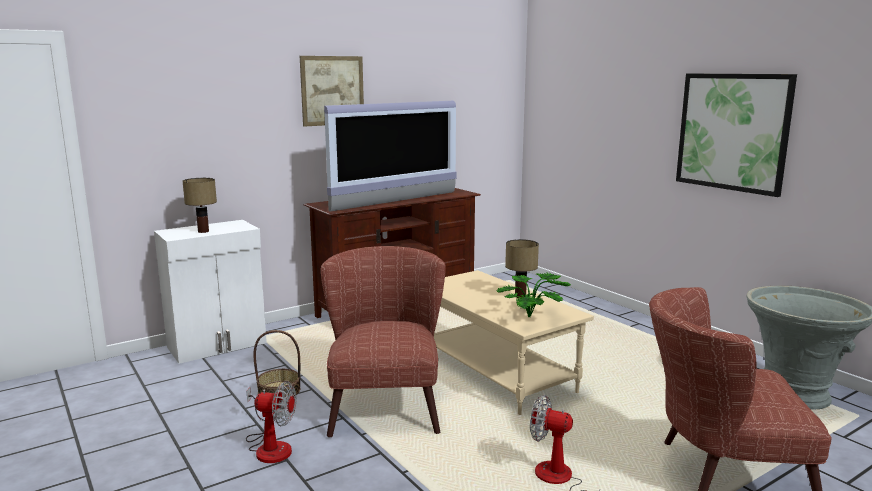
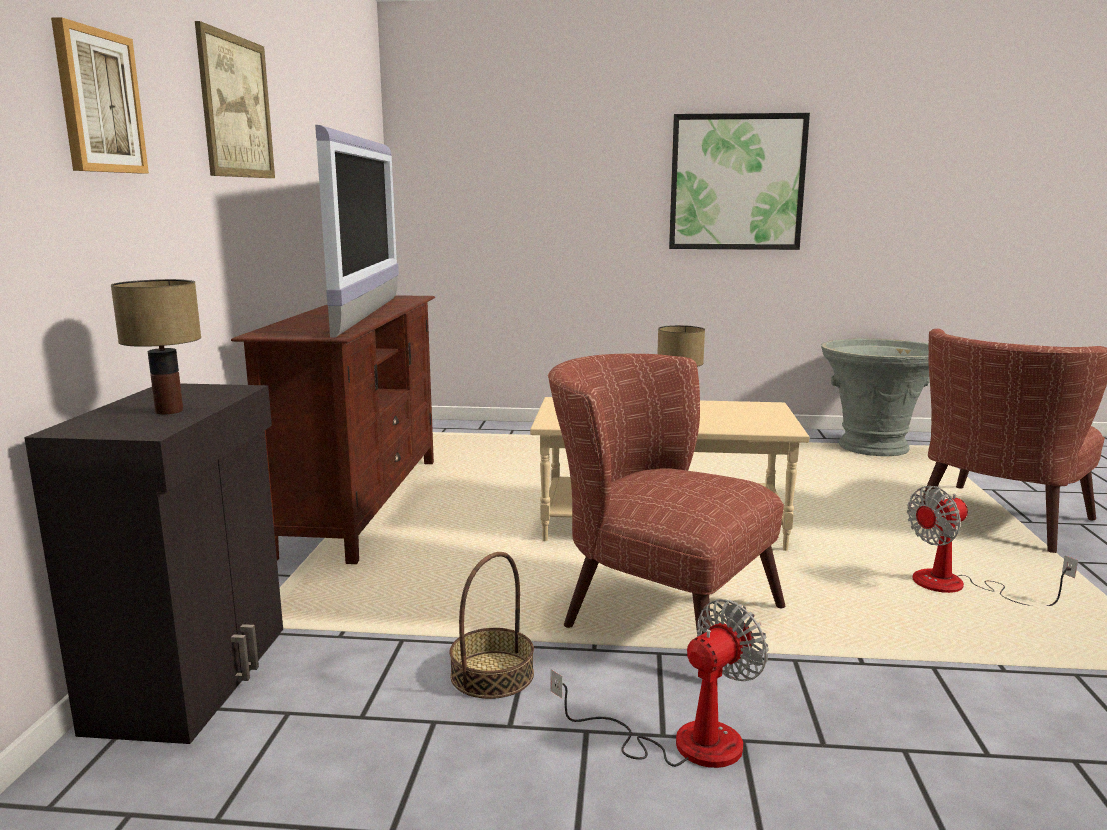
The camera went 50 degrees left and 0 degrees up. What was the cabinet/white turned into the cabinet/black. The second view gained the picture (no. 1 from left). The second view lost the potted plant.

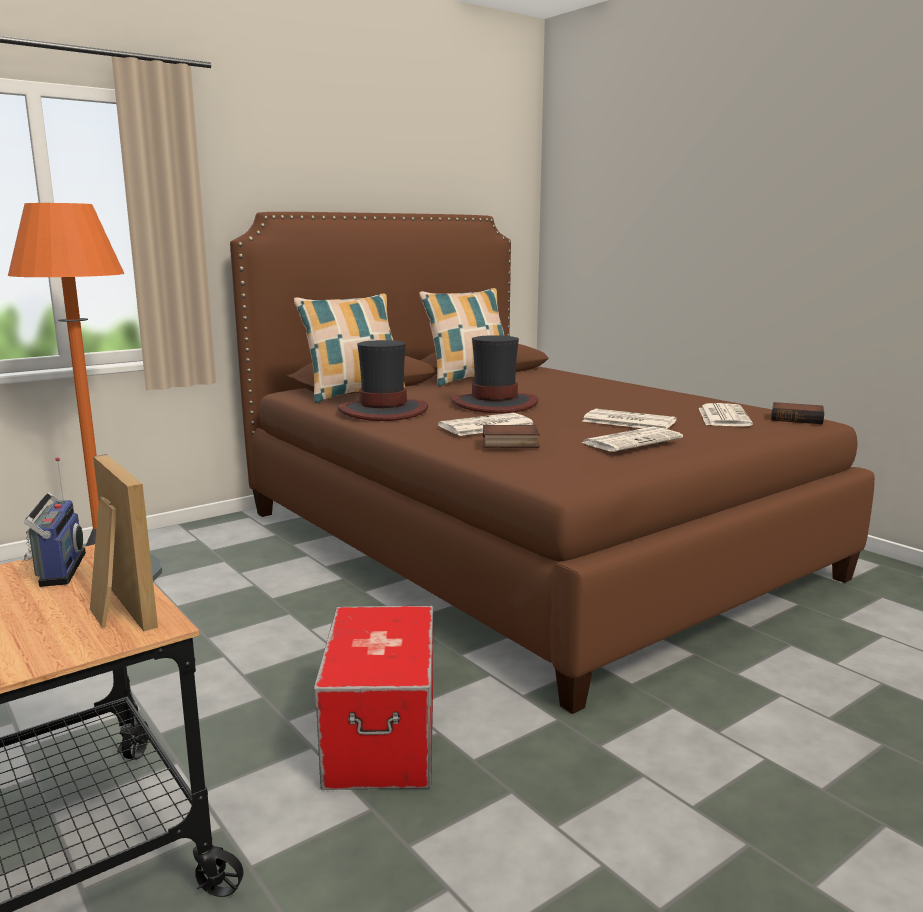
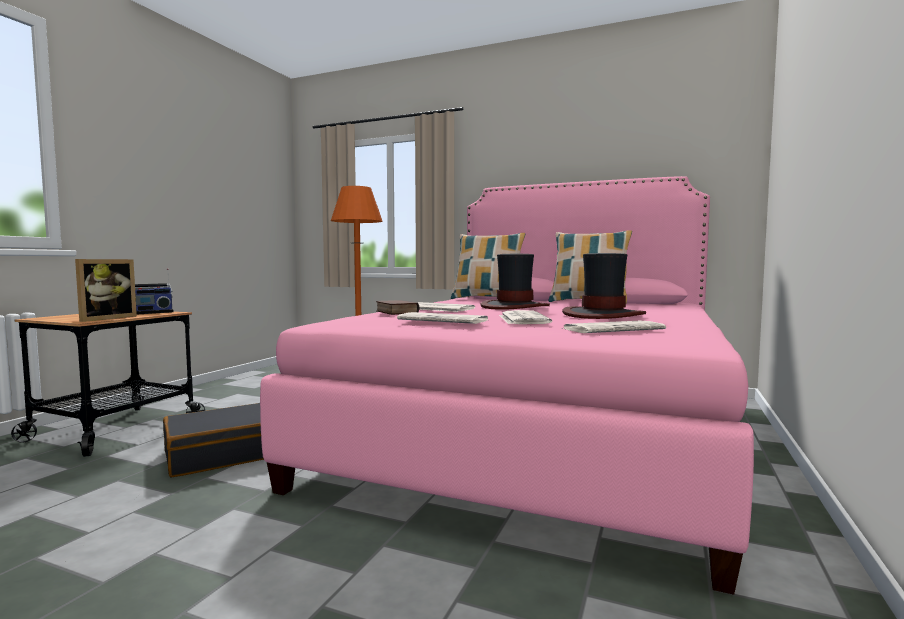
The camera went 60 degrees right and 10 degrees down. Where the storage box stood, the suitcase/black came to stand. What was the bed/brown turned into the bed/pink. The hat (no. 1 from left in the first image) ended up elsewhere. The second view lost the book (no. 2 from left).

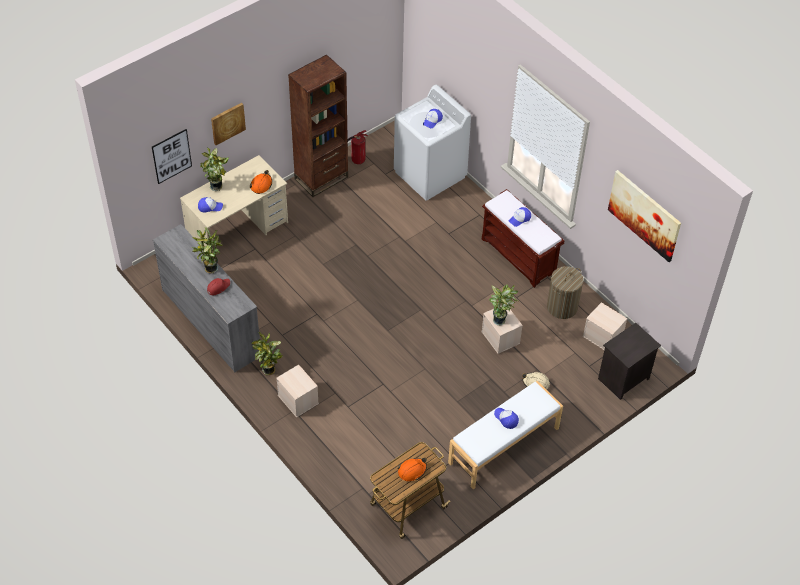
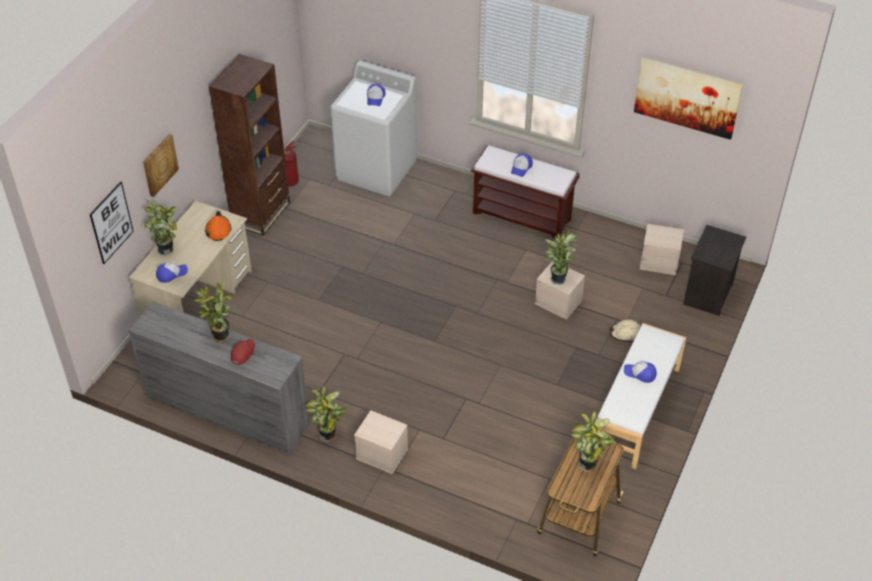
The camera went 25 degrees left and 5 degrees down. Where the hard hat/orange (no. 2 from left) stood, the potted plant (no. 5 from left) came to stand. The second view lost the laundry basket.

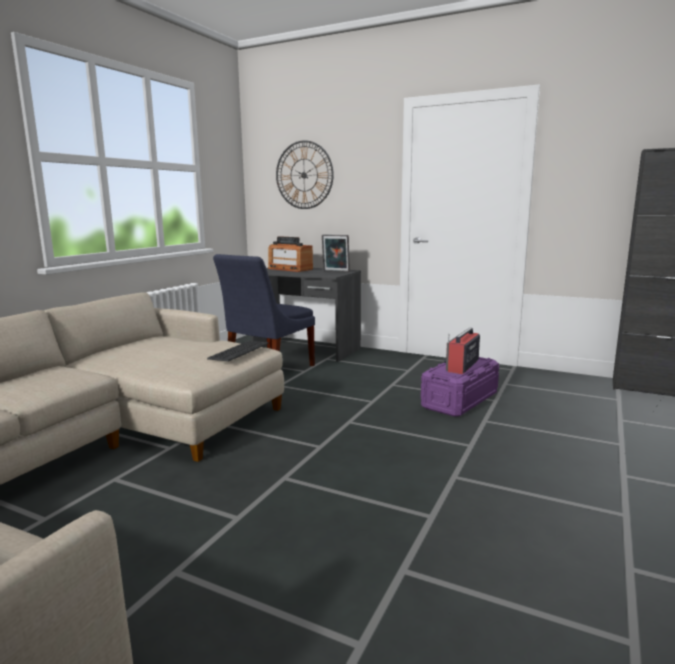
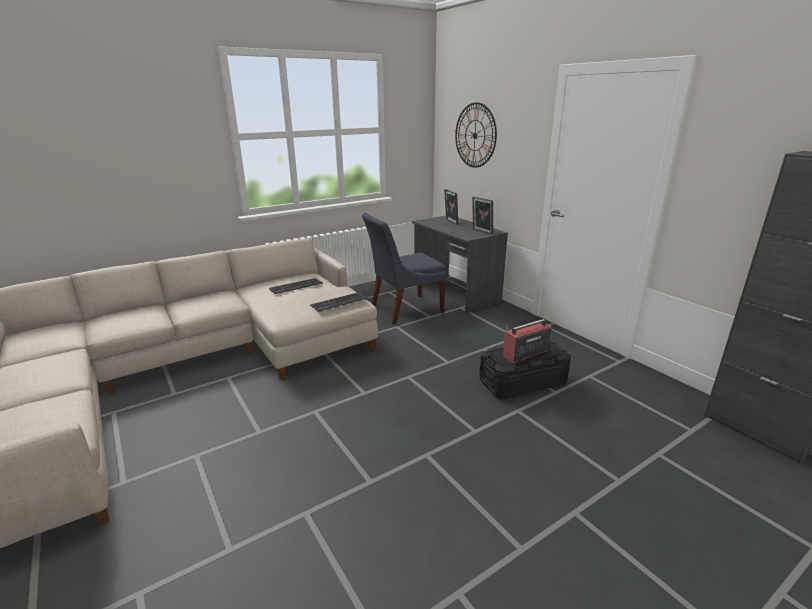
The camera went 30 degrees right and 10 degrees up. The second view gained the keyboard (no. 1 from left). Where the radio (no. 1 from left) stood, the picture frame (no. 1 from left) came to stand. What was the storage box/purple turned into the storage box/black.

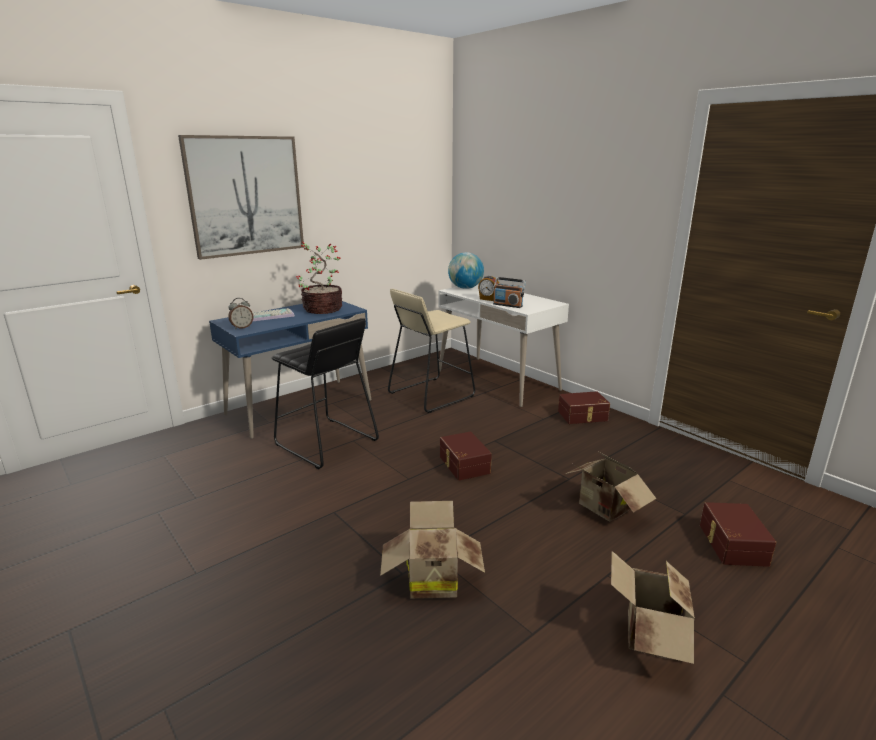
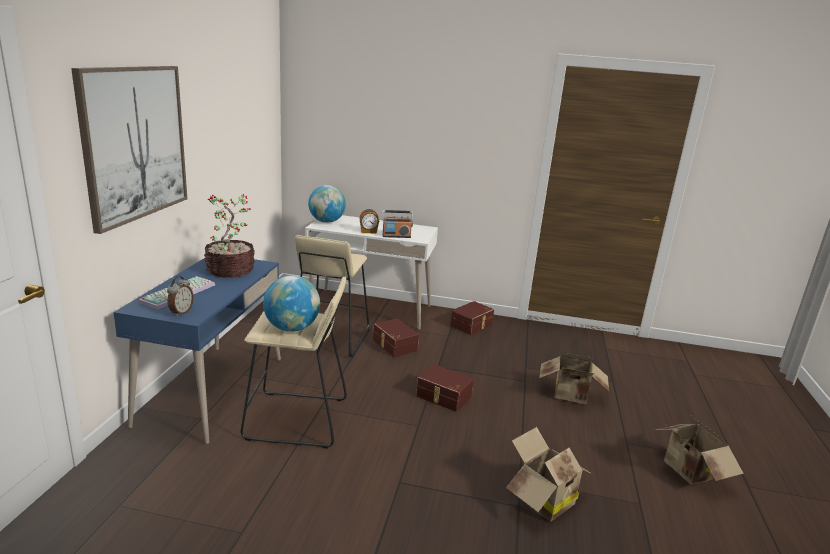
The camera went 40 degrees left and 0 degrees up. What was the stool/black turned into the stool/beige (no. 1 from left). The second view gained the globe (no. 1 from left). The storage box/brown (no. 3 from left in the first image) ended up elsewhere.

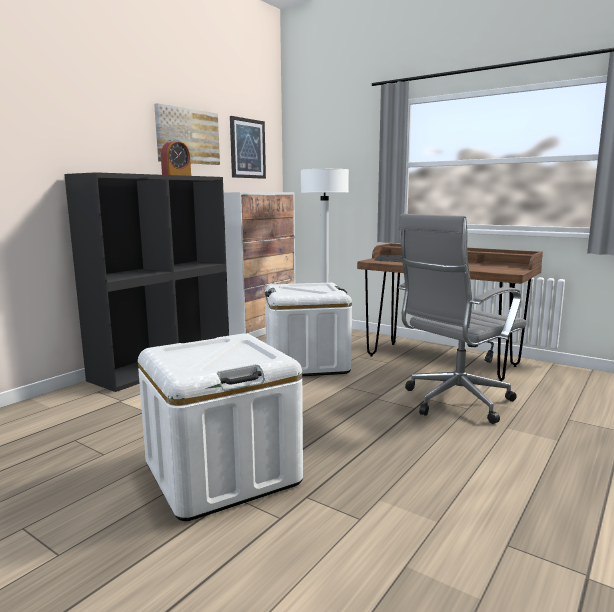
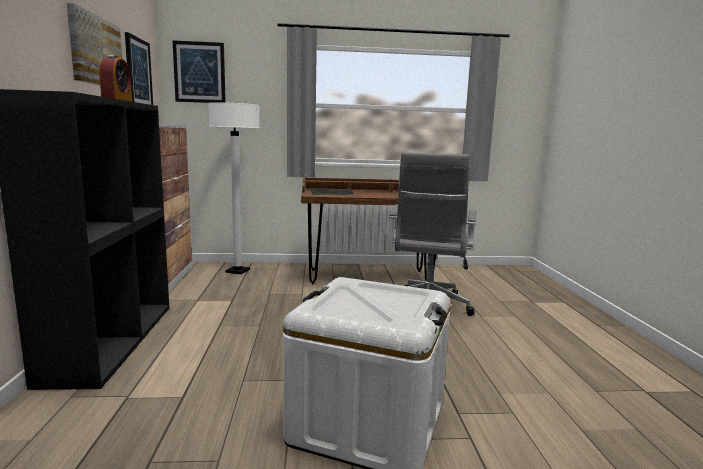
The camera went 40 degrees left and 0 degrees up. The second view gained the picture (no. 3 from left). The second view lost the storage box/white (no. 2 from left).

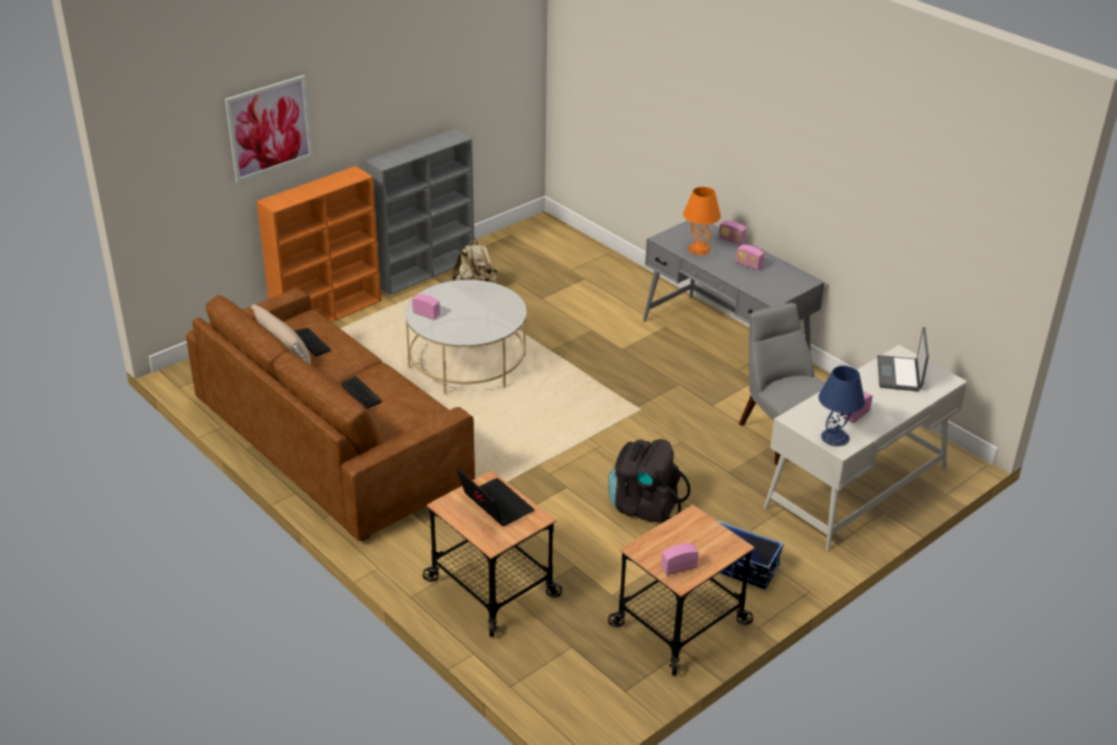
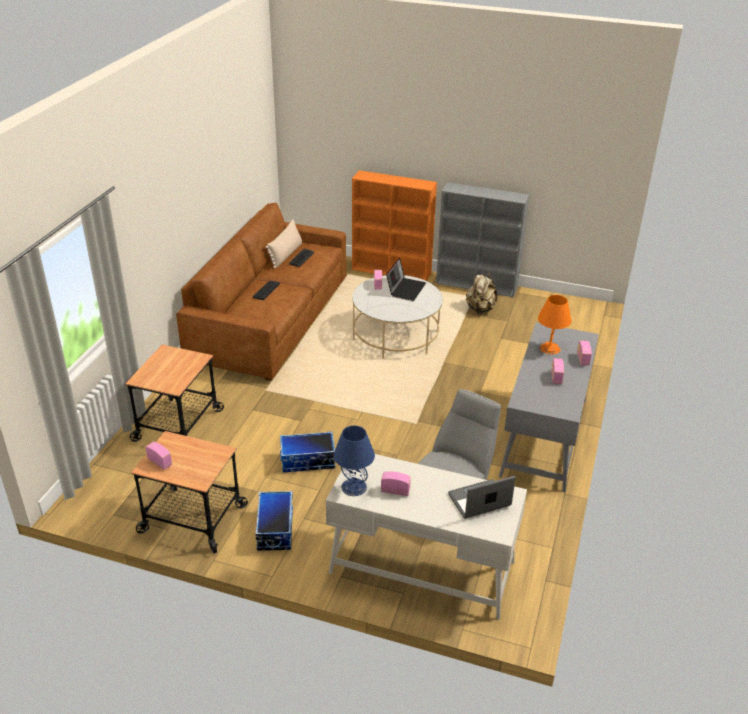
The camera went 60 degrees right and 0 degrees up. Where the backpack/black stood, the storage box (no. 2 from left) came to stand. The laptop (no. 1 from left) ended up elsewhere. The second view lost the picture.

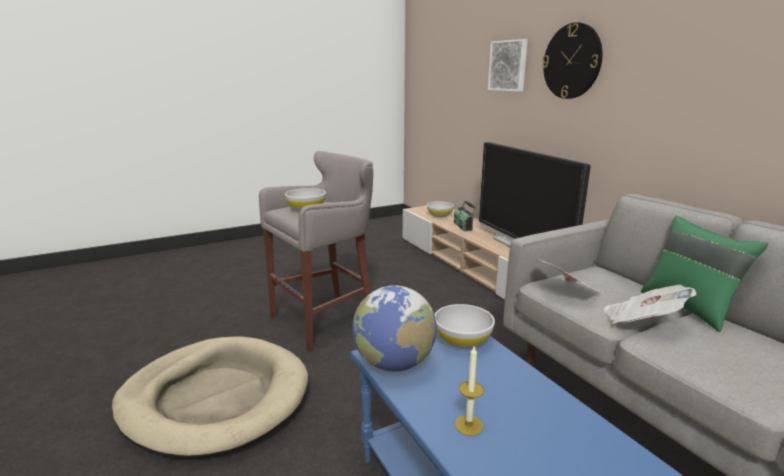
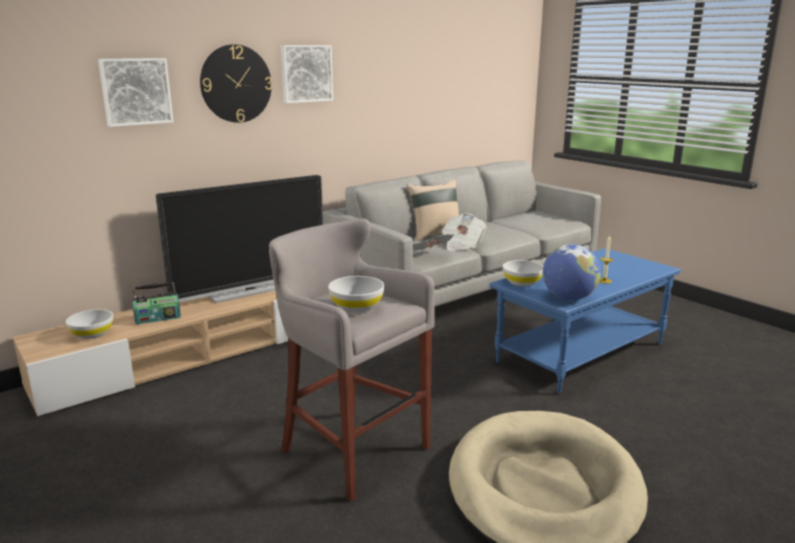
The camera went 100 degrees left and 0 degrees up. The second view gained the picture (no. 2 from left). What was the pillow/green turned into the pillow/beige.

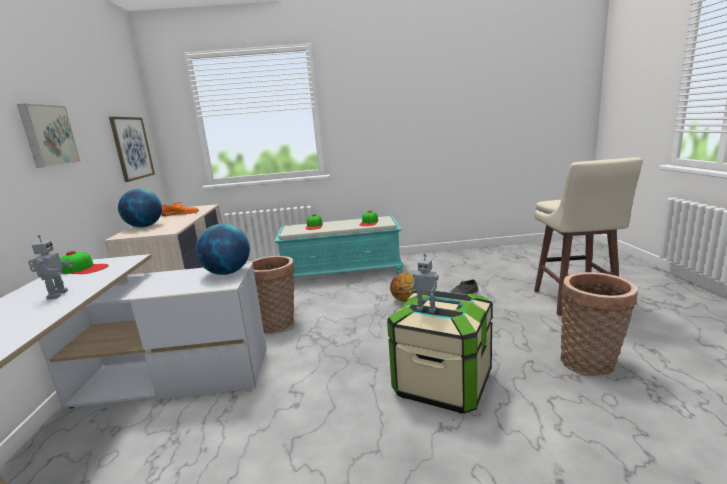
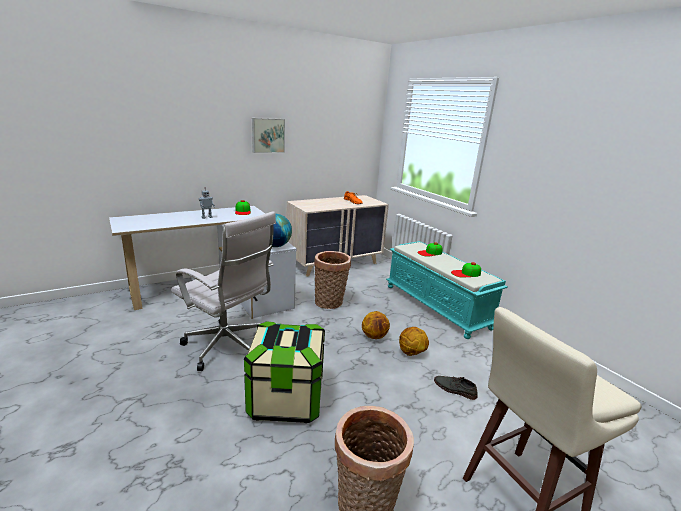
The camera went 60 degrees right and 5 degrees up. The second view gained the office chair/white. The second view gained the basketball (no. 1 from left). The second view lost the picture (no. 2 from left). The second view lost the globe (no. 1 from left). The second view lost the toy robot (no. 2 from left).

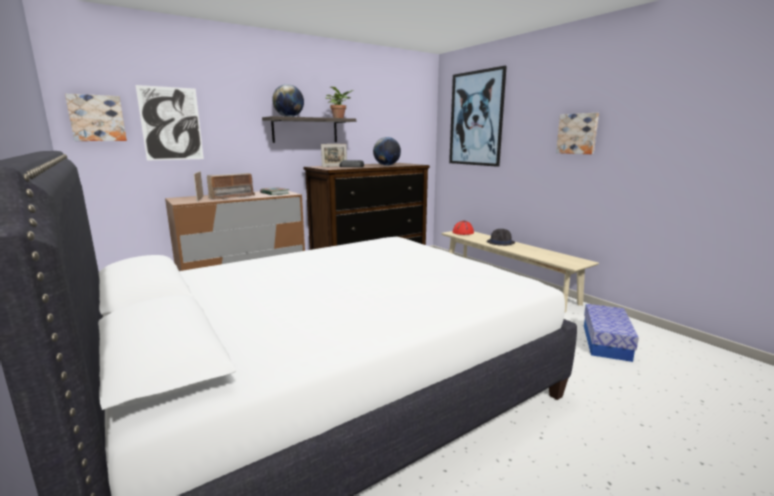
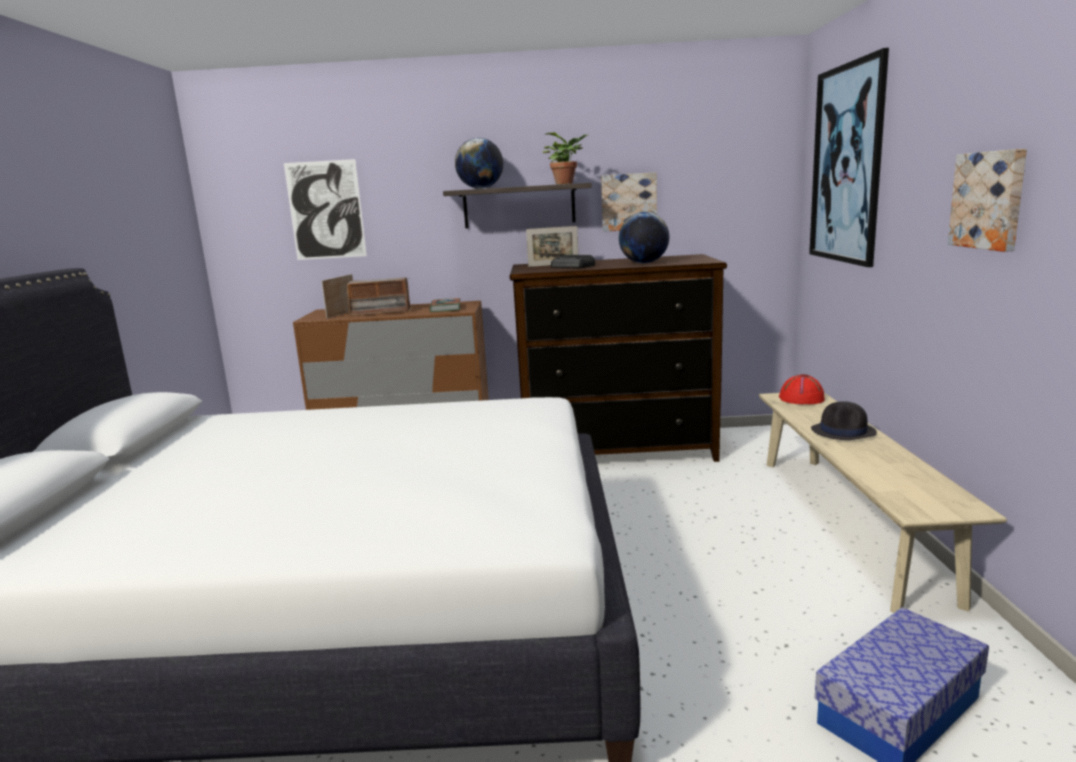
The camera went 35 degrees right and 0 degrees up. The picture (no. 1 from left in the first image) ended up elsewhere.

